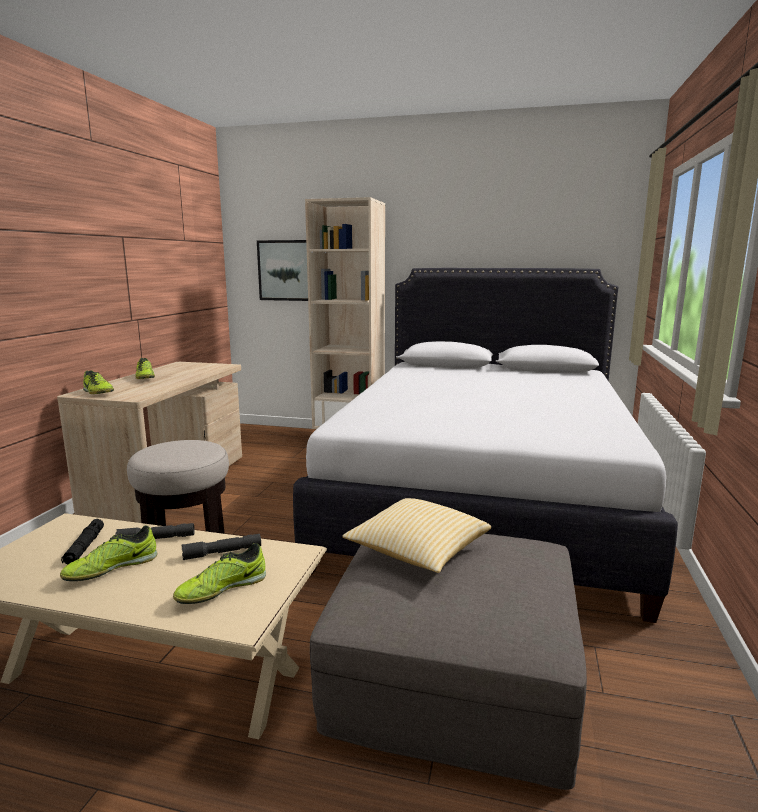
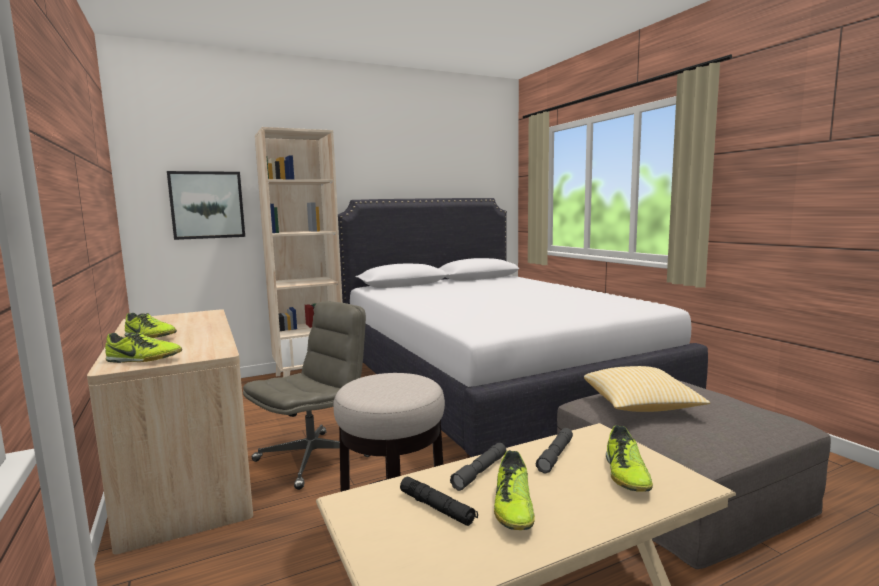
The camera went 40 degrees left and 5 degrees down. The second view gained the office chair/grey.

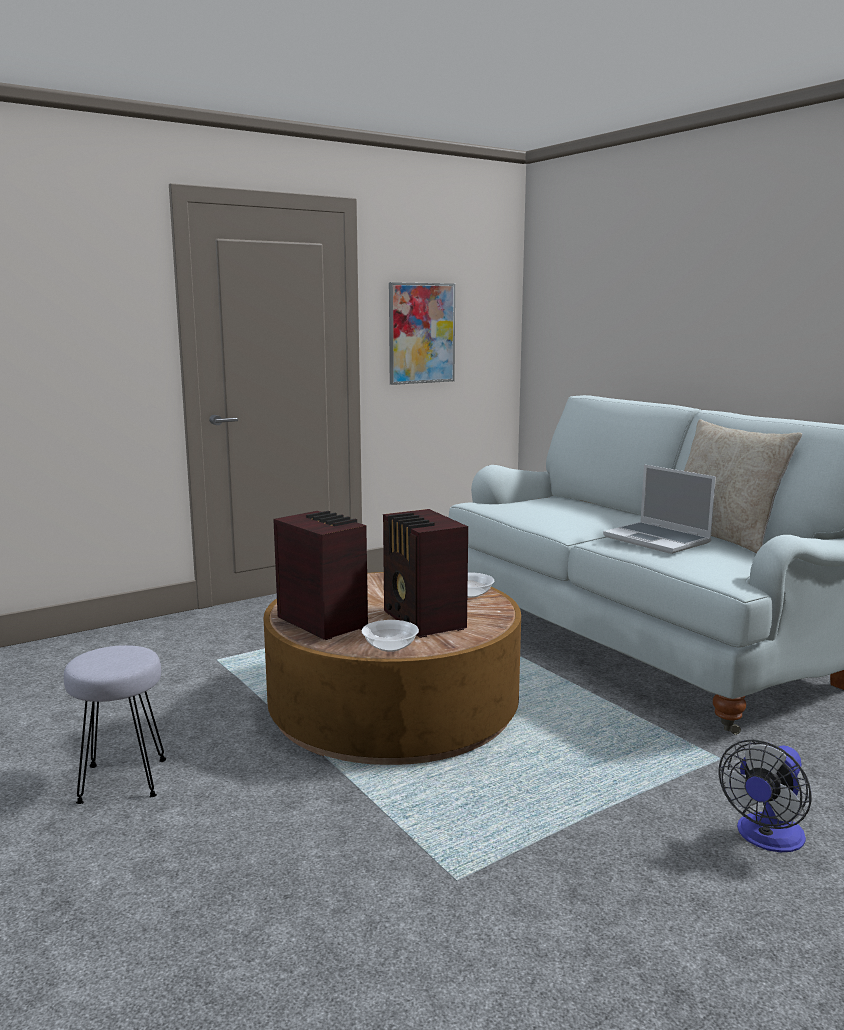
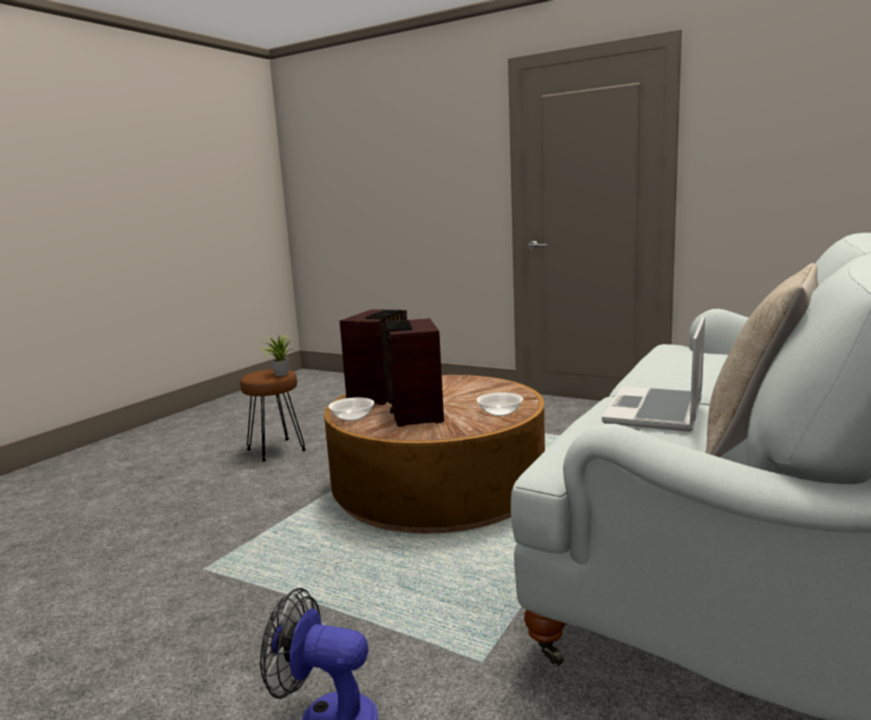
The camera went 65 degrees right and 0 degrees up. What was the stool/grey turned into the stool/brown. The second view gained the potted plant. The radio (no. 2 from left) ended up facing another way, 45 degrees counterclockwise from before. The second view lost the picture.

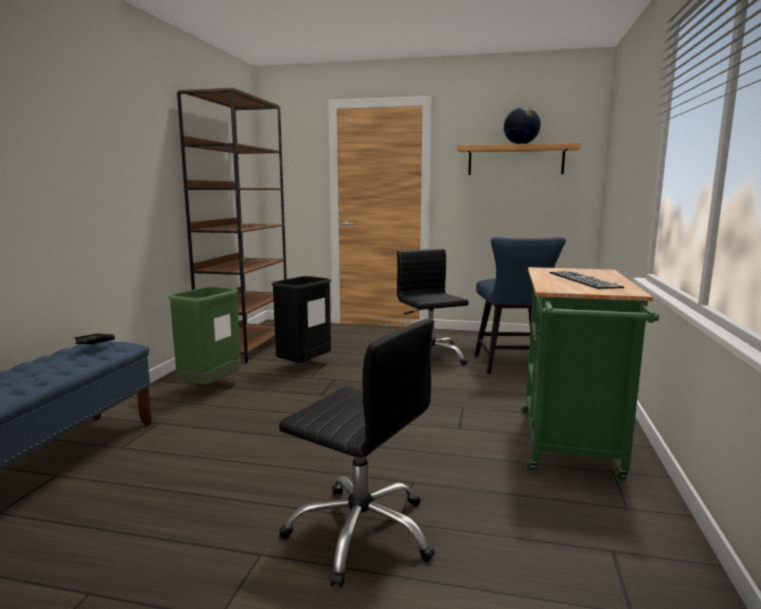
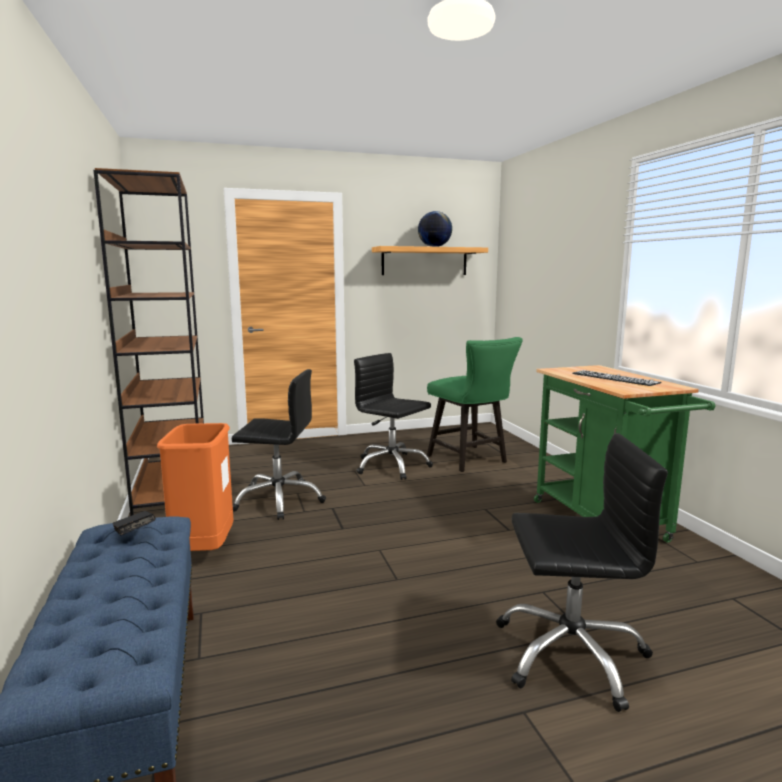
The camera went 30 degrees left and 0 degrees up. What was the trash can/green turned into the trash can/orange. Where the trash can/black stood, the office chair/black (no. 1 from left) came to stand. What was the chair/blue turned into the chair/green.

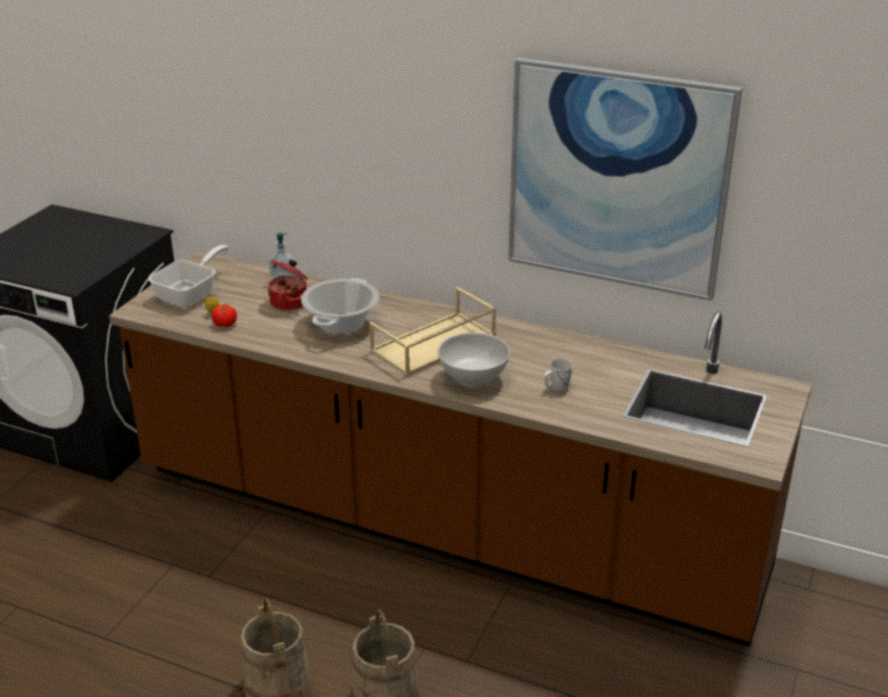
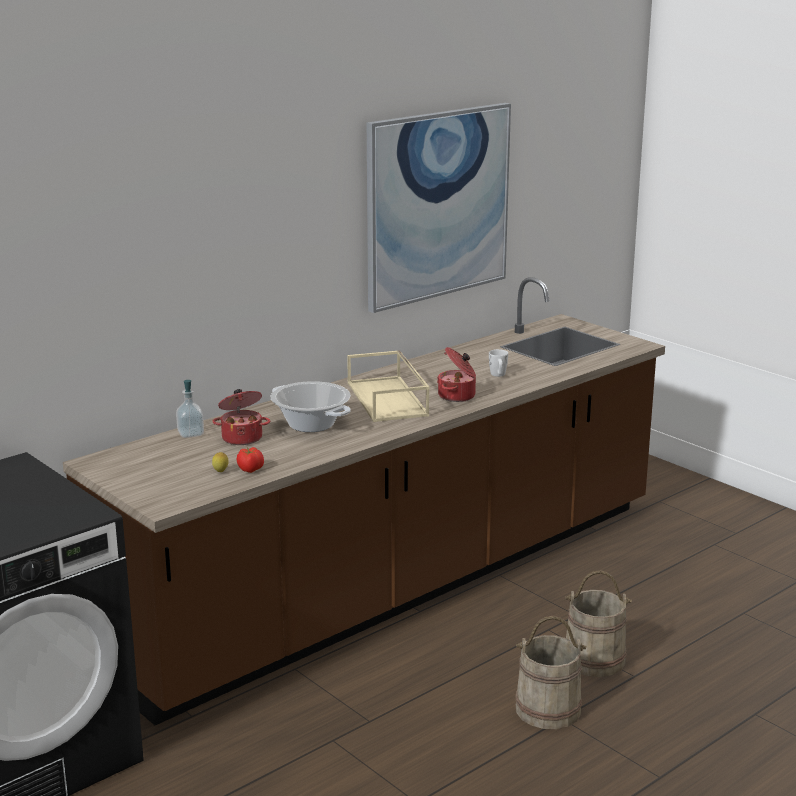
The camera went 65 degrees left and 10 degrees down. Where the bowl/white stood, the cooking pot (no. 3 from left) came to stand. The second view lost the frying pan.

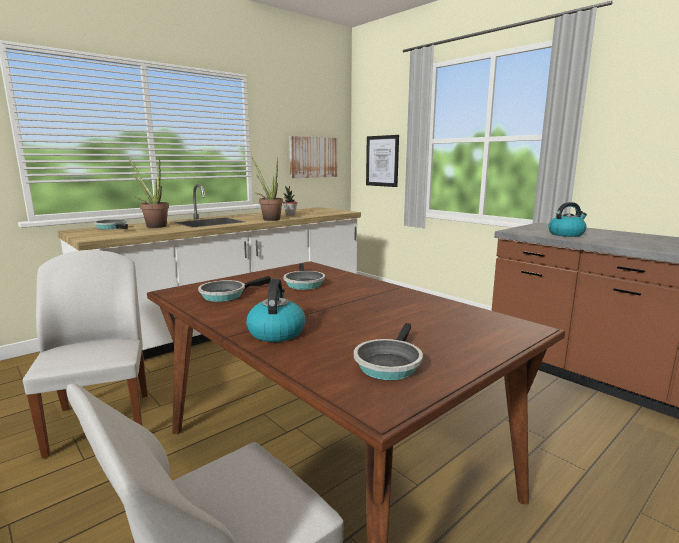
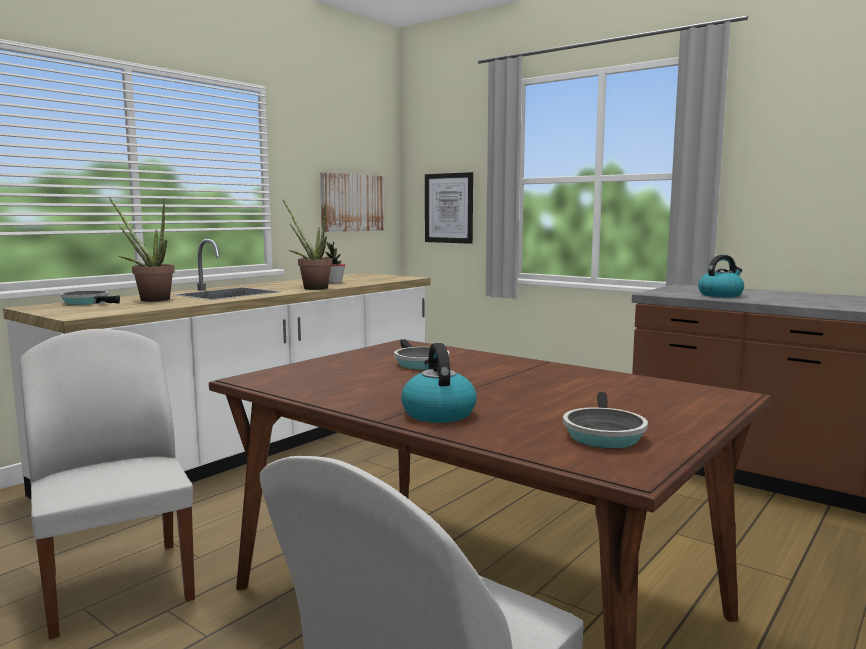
The camera went 10 degrees left and 5 degrees down. The second view lost the frying pan (no. 2 from left).

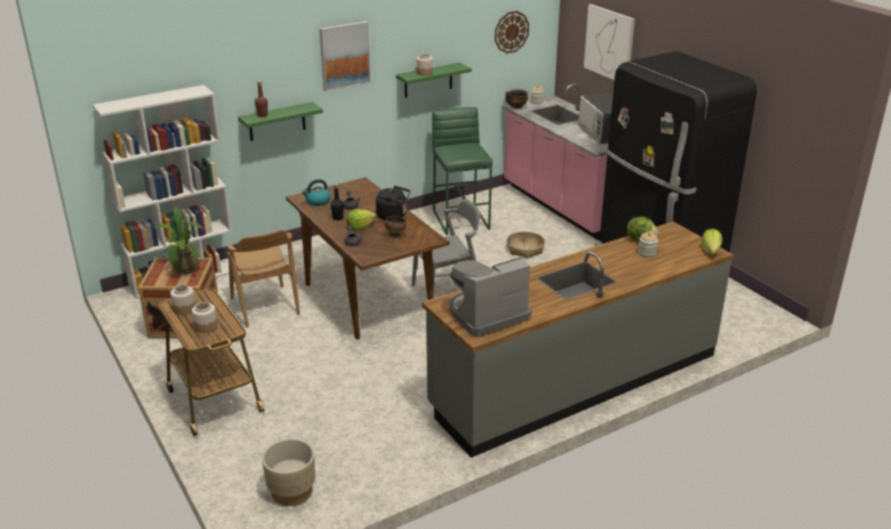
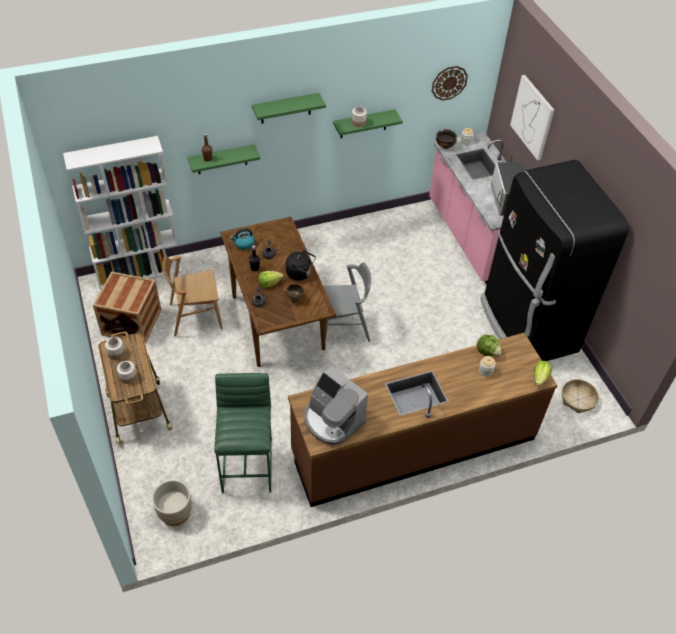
The camera went 10 degrees right and 20 degrees up. The chair/brown ended up facing another way, 90 degrees clockwise from before. The stool/green ended up elsewhere. Where the picture (no. 1 from left) hung, the shelf/green (no. 2 from left) came to hang. What was the counter/grey turned into the counter/brown. The coffee machine ended up facing another way, 120 degrees counterclockwise from before. The basket ended up elsewhere. The second view lost the potted plant.

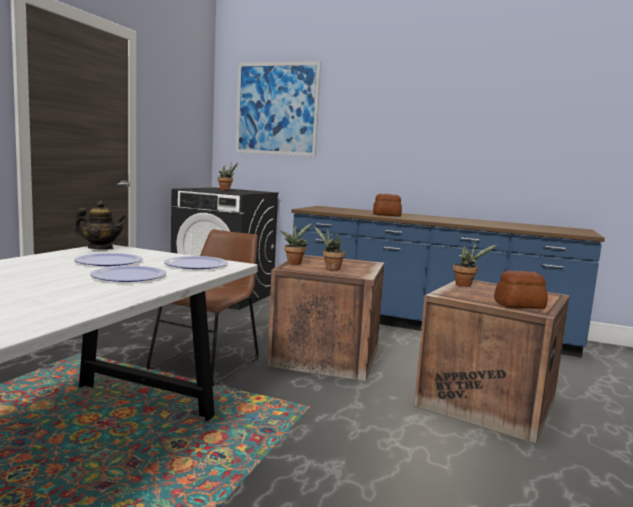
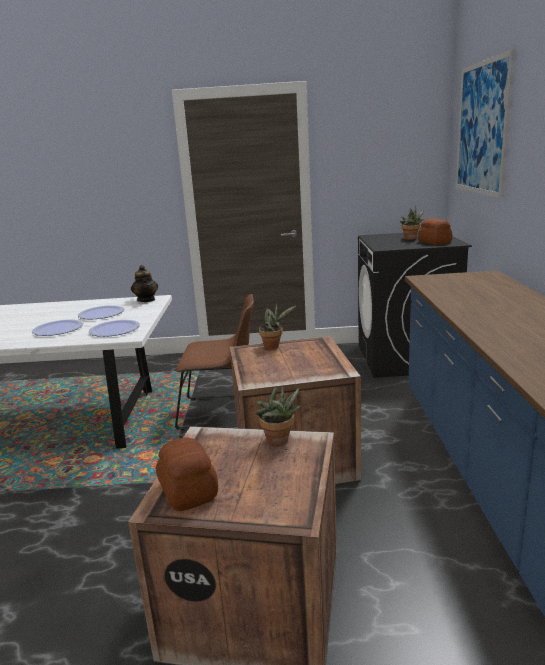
The camera went 70 degrees right and 10 degrees up. The bread (no. 1 from left in the first image) ended up elsewhere. The second view lost the potted plant (no. 3 from left).

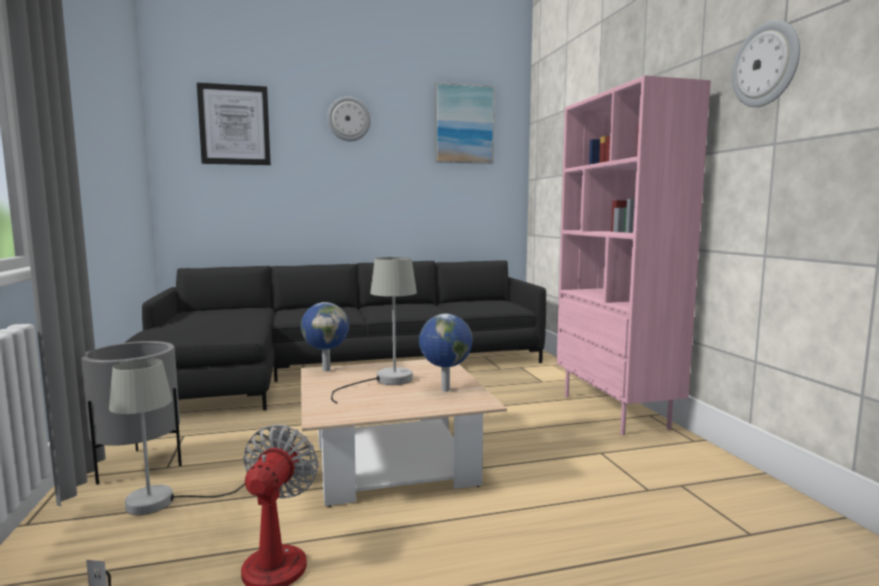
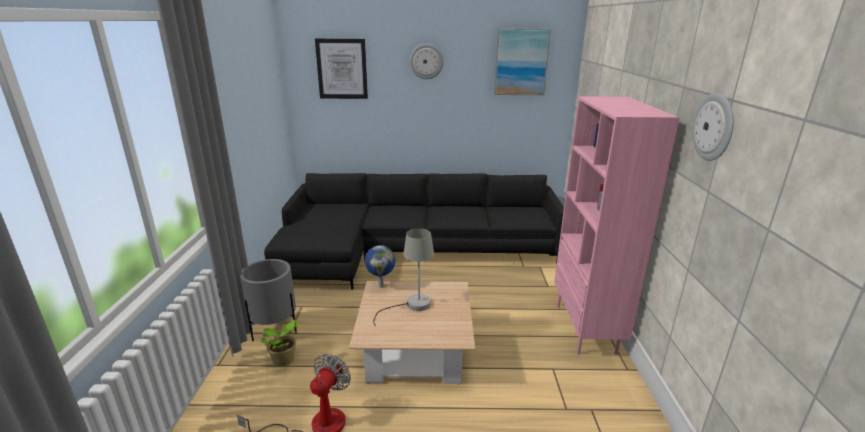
The camera went 15 degrees right and 15 degrees up. Where the table lamp/grey (no. 1 from left) stood, the potted plant came to stand. The second view lost the globe (no. 2 from left).

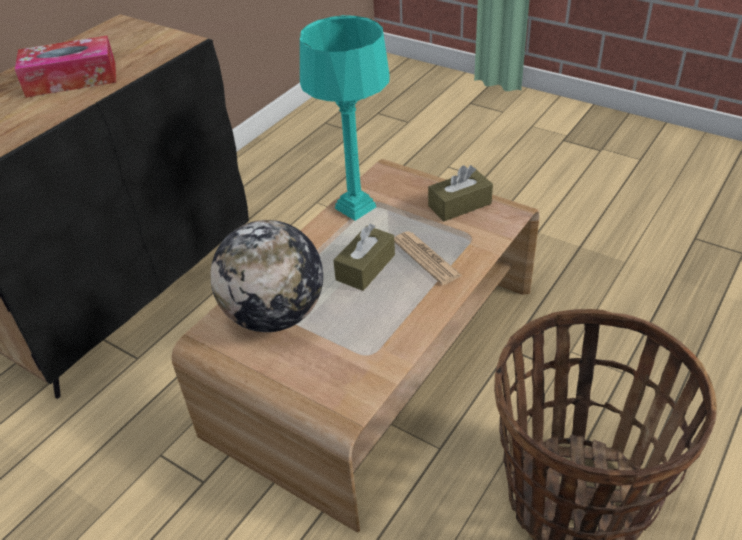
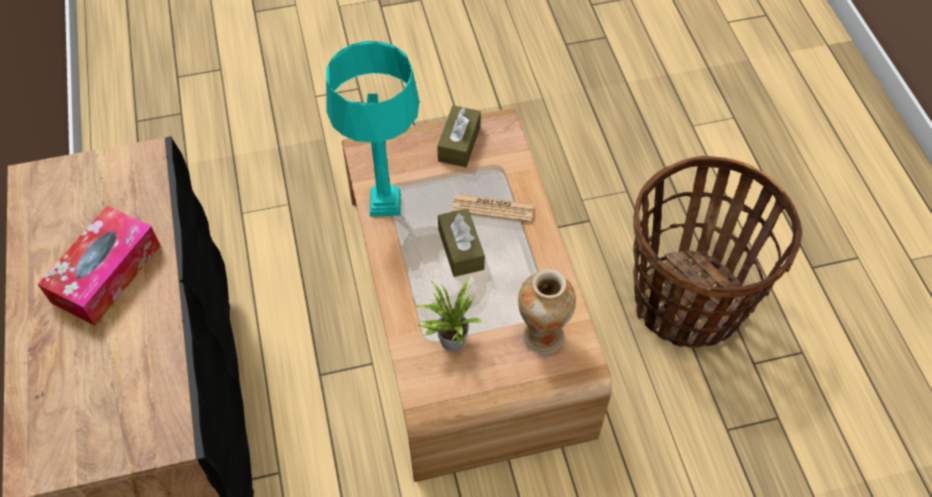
The camera went 50 degrees left and 15 degrees up. Where the globe stood, the potted plant came to stand. The second view gained the vase.

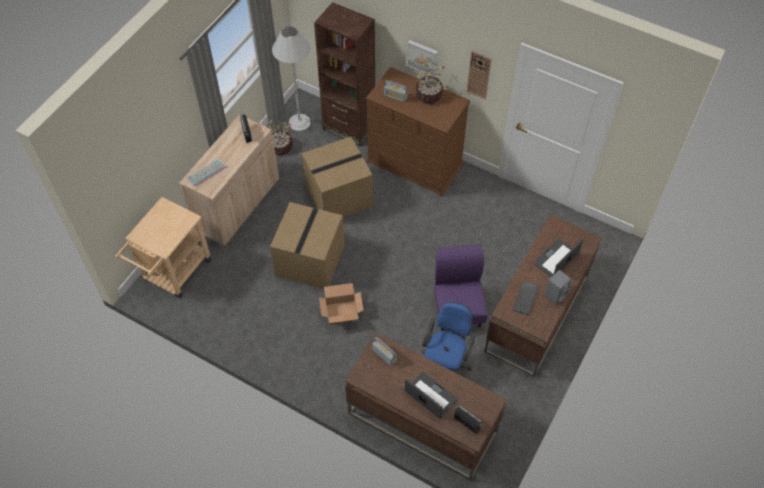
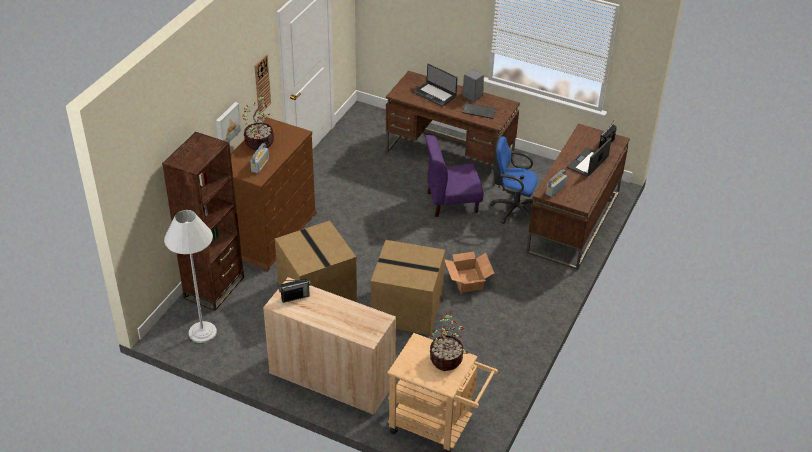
The camera went 95 degrees left and 15 degrees down. The potted plant (no. 1 from left in the first image) ended up elsewhere. The second view lost the keyboard (no. 1 from left).

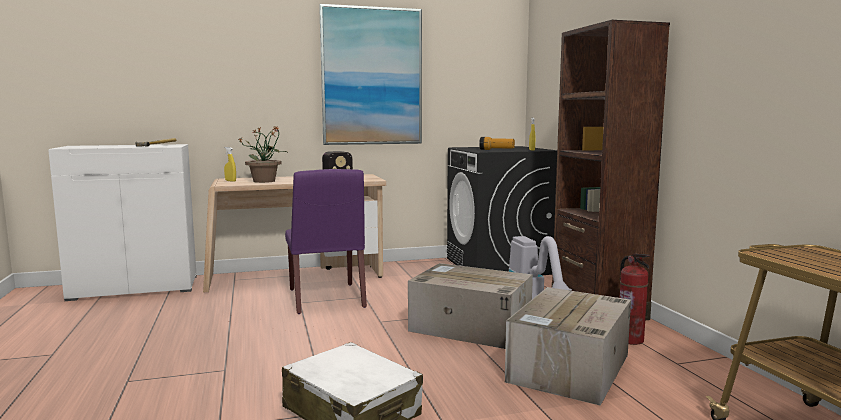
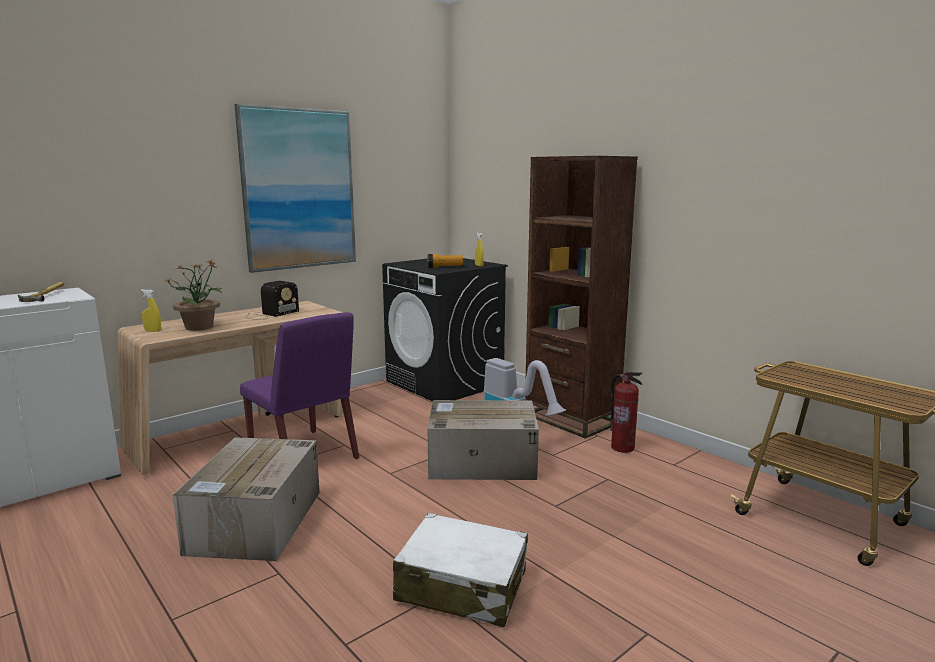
The camera went 25 degrees left and 5 degrees up. The cardboard box (no. 2 from left in the first image) ended up elsewhere.

